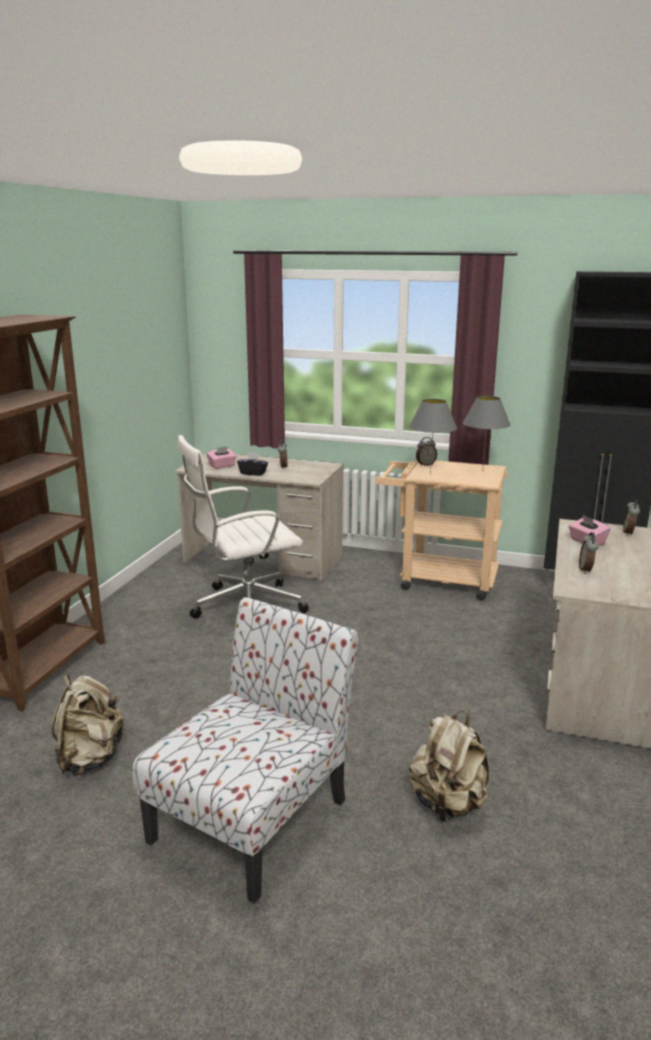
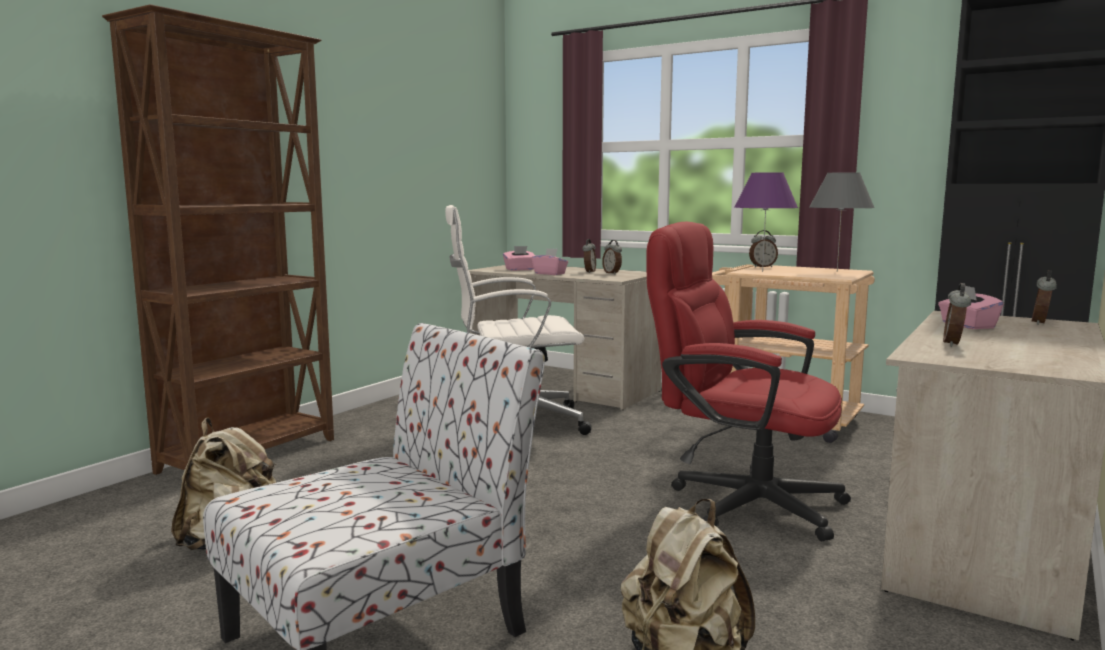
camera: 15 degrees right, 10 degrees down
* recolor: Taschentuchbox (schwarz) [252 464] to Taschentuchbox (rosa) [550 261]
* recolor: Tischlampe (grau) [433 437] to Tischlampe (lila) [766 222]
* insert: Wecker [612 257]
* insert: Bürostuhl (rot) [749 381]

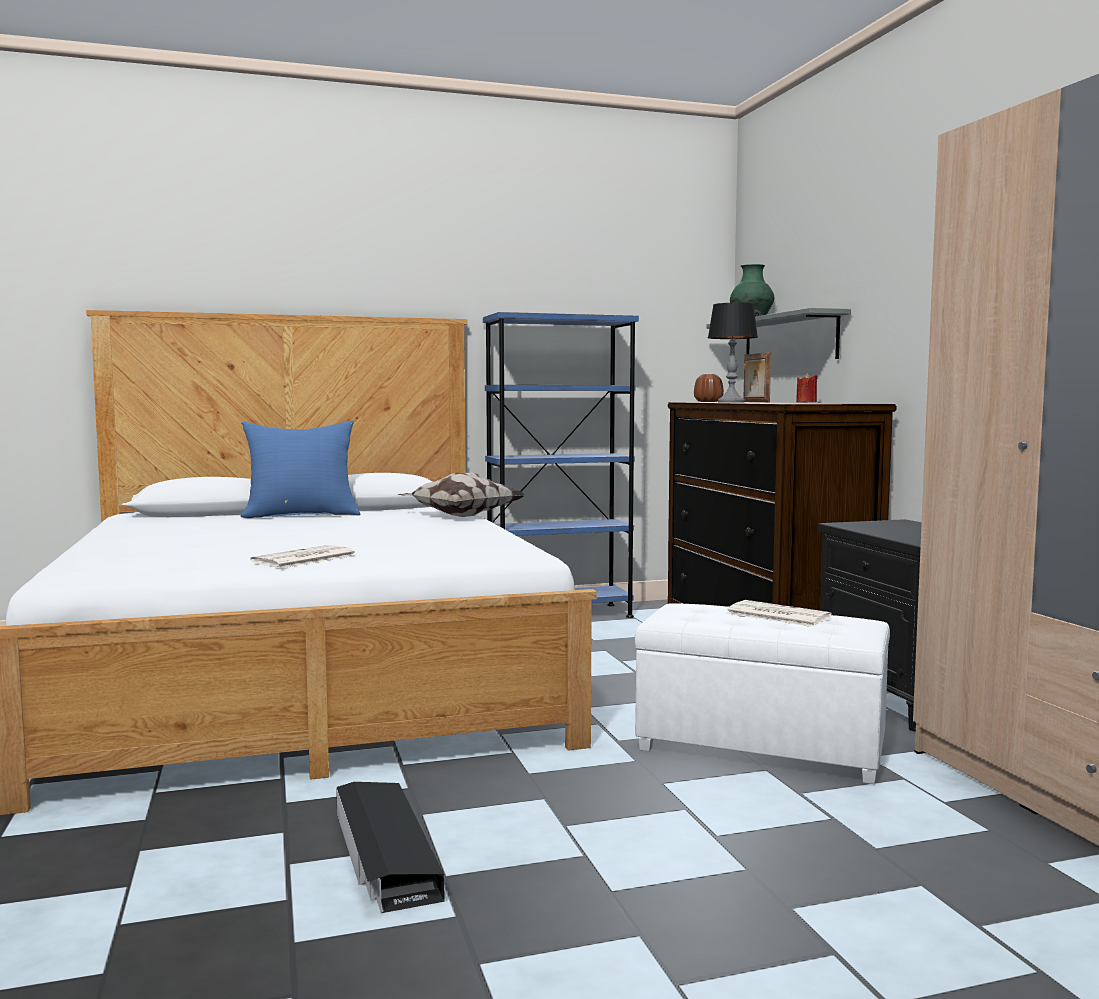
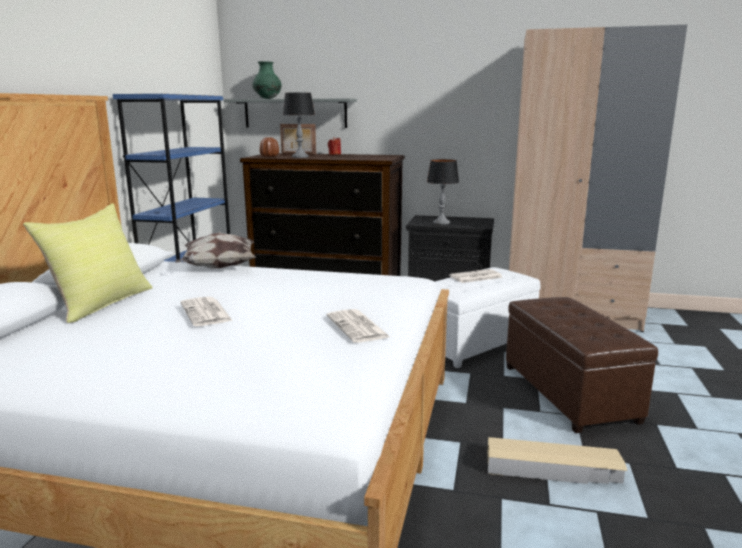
camera: 60 degrees left, 10 degrees up
* recolor: Kissen (blau) [300 469] to Kissen (gelb) [88 263]
* recolor: Aufbewahrungsbox (schwarz) [390 847] to Aufbewahrungsbox (beige) [557 460]
* insert: Zeitung [206 311]
* insert: Tischlampe [443 192]
* insert: Polsterhocker (braun) [582 365]

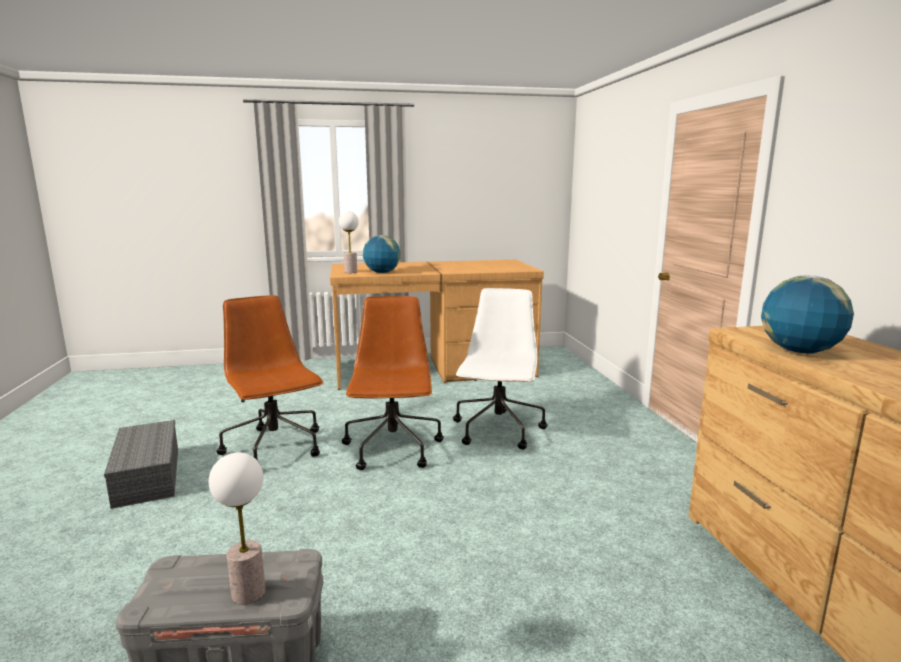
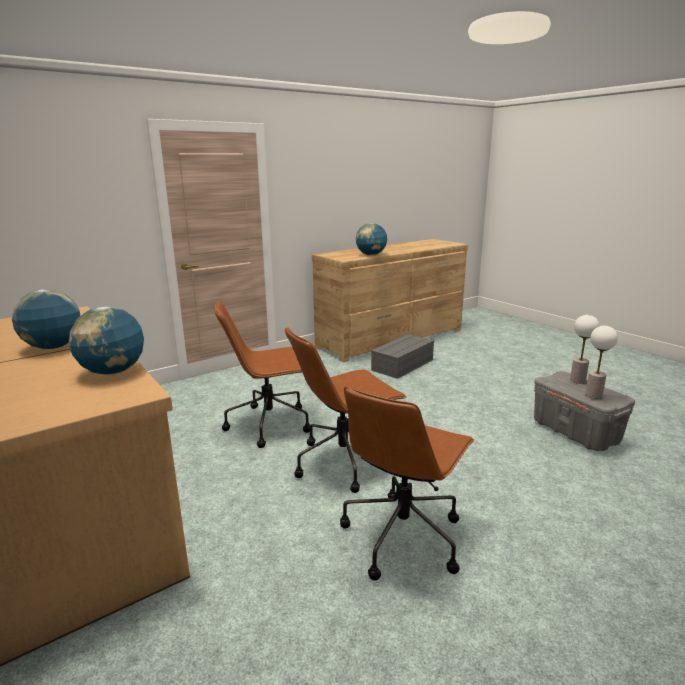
camera: 115 degrees left, 5 degrees up
* move: Aufbewahrungsbox (grau) [141 464] to [402 356]
* move: Tischlampe [349 242] to [601 362]
* recolor: Bürostuhl (weiß) [500 369] to Bürostuhl (braun) [262 374]
* insert: Globus [46 319]

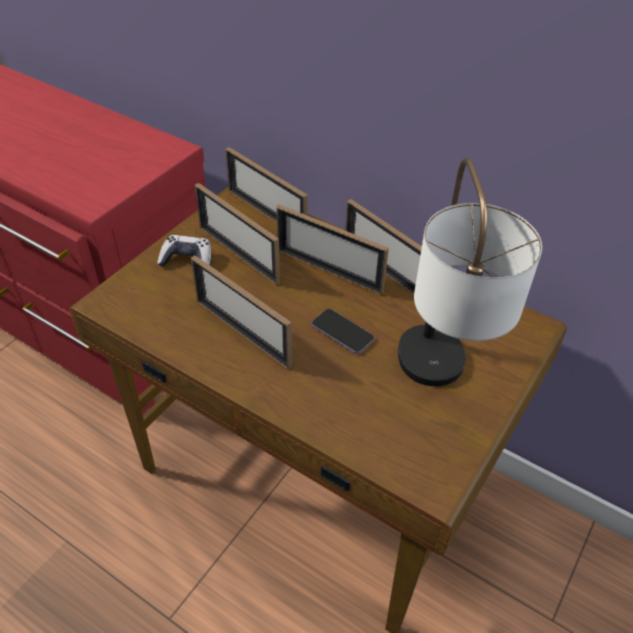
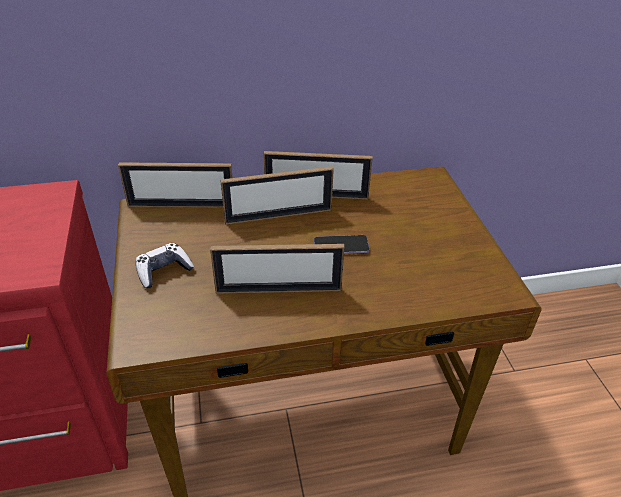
camera: 45 degrees left, 5 degrees down
* delete: Bilderrahmen [237 234]
* delete: Tischlampe [470 272]

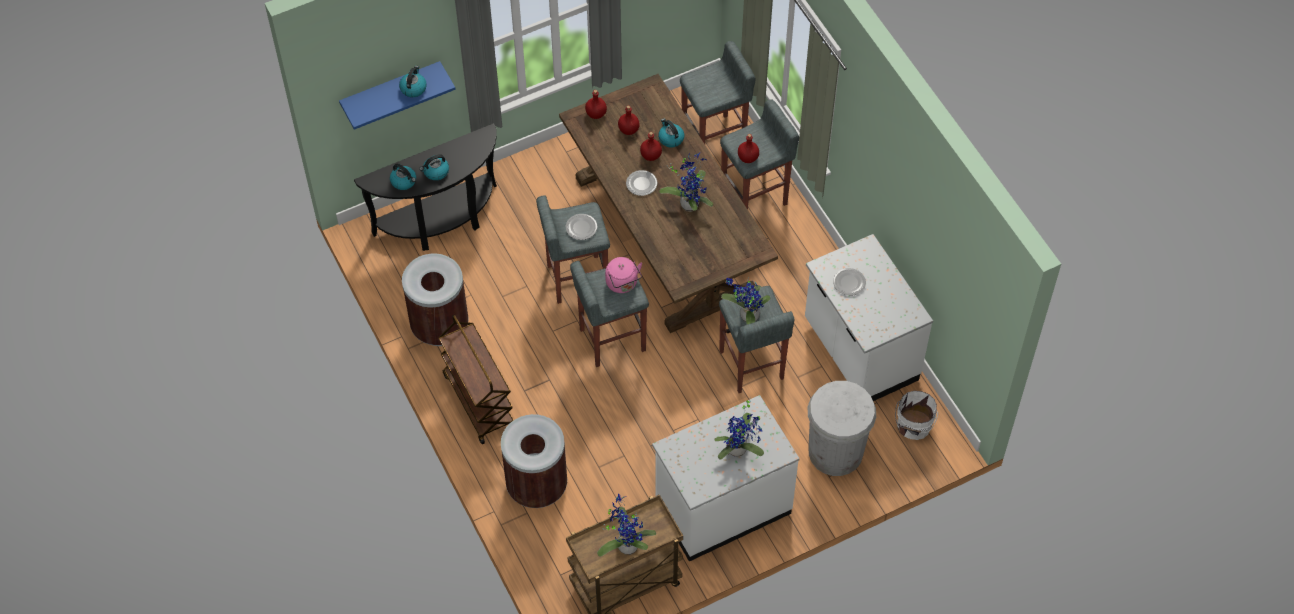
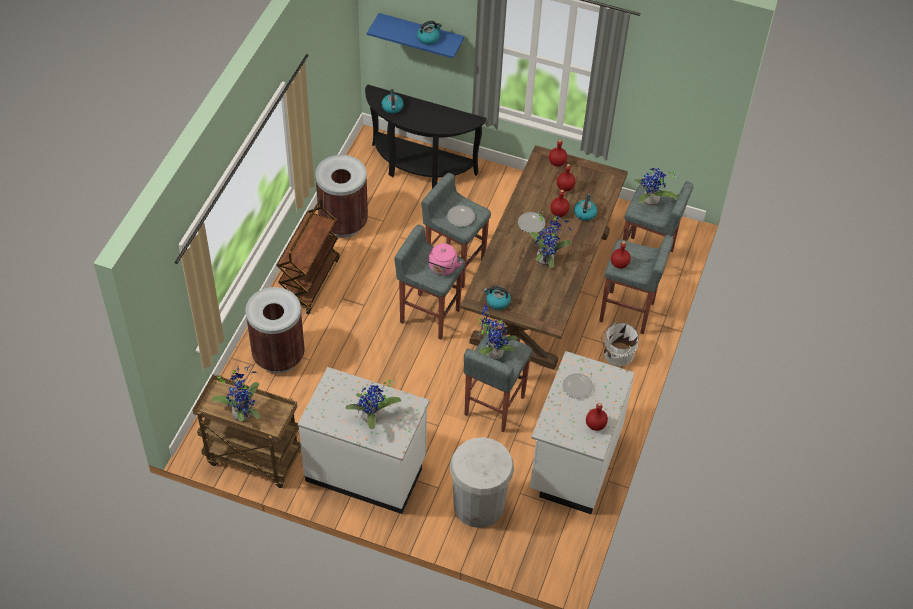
camera: 45 degrees right, 5 degrees down
* move: Wasserkessel [434 167] to [497 298]
* move: Eimer (weiß) [916 415] to [620 345]
* insert: Flasche (rot) [597 417]
* insert: Topfpflanze [656 187]

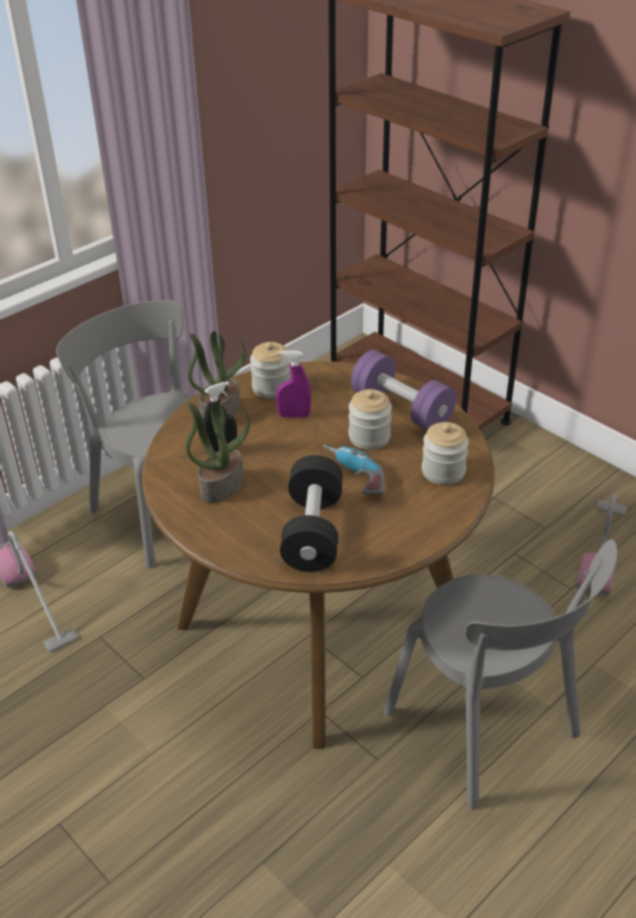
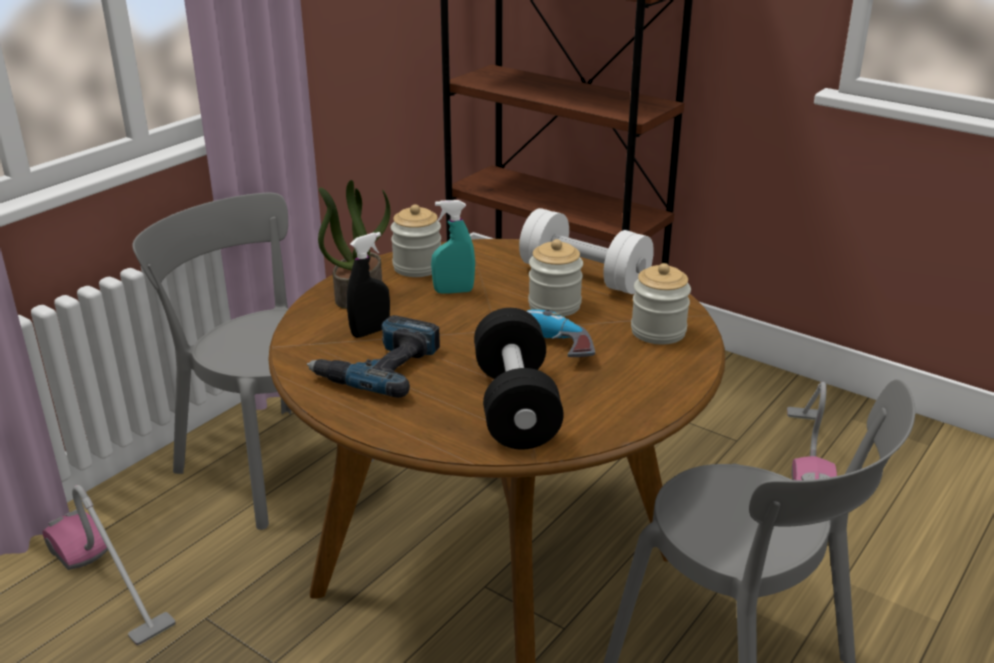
camera: 10 degrees left, 10 degrees down
* replace: Topfpflanze [217 452] to Bohrmaschine [373 356]
* recolor: Sprühflasche (lila) [293 384] to Sprühflasche (türkis) [453 247]
* recolor: Hantel (lila) [404 390] to Hantel (weiß) [586 251]

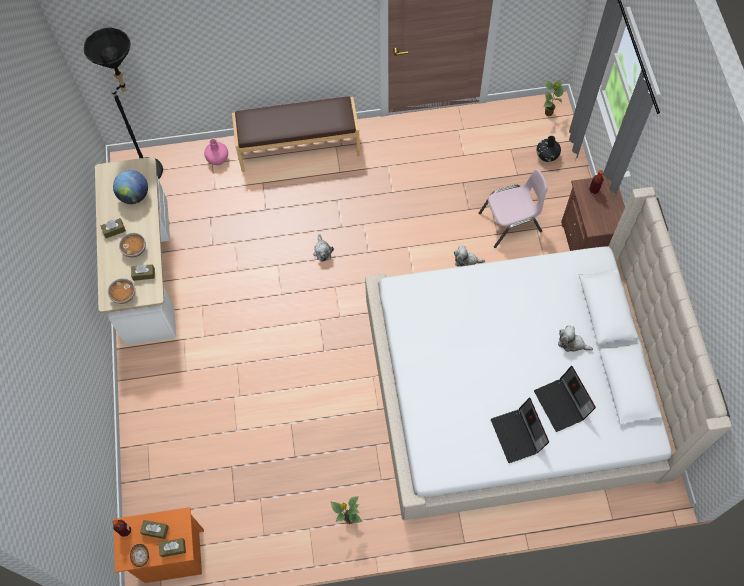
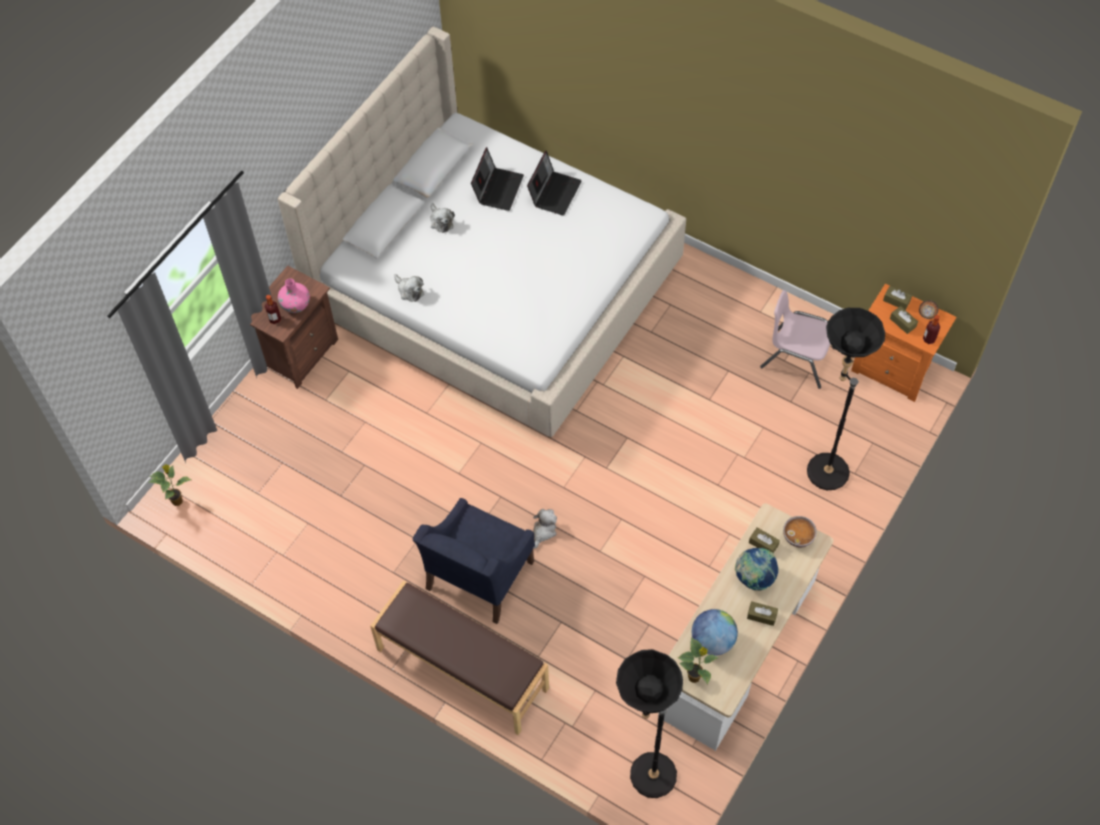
camera: 140 degrees left, 5 degrees down
* replace: Schüssel [132 245] to Globus [757 569]
* move: Vase (rosa) [216 152] to [294 295]
* move: Topfpflanze [346 510] to [698 661]
* move: Plüschtier [469 256] to [409 288]
* move: Stuhl (rosa) [513 208] to [797 339]
* delete: Vase (schwarz) [549 149]
* insert: Sessel (blau) [474 561]
* insert: Stehlampe (schwarz) [846 399]

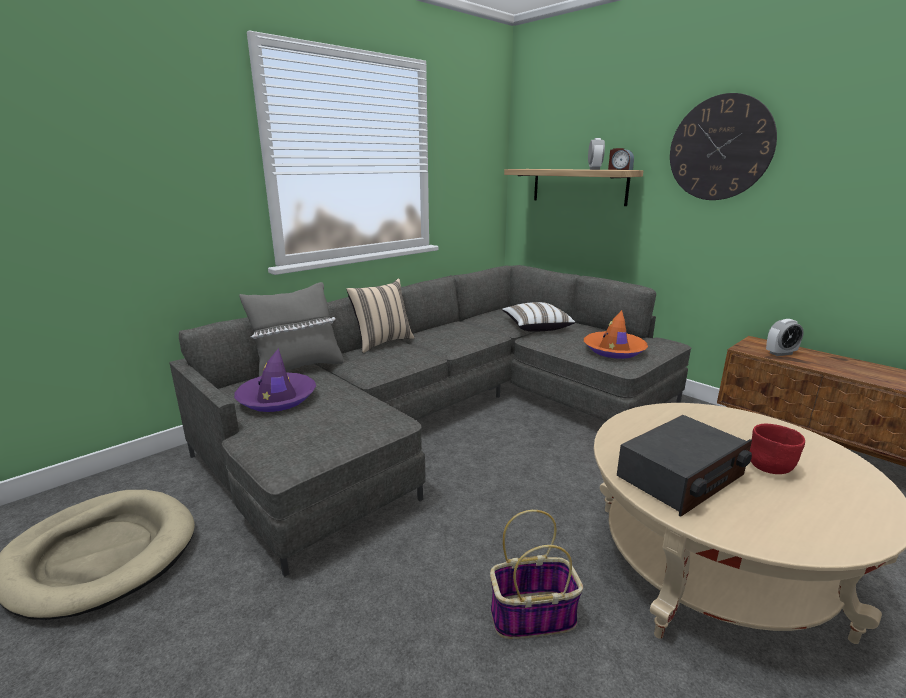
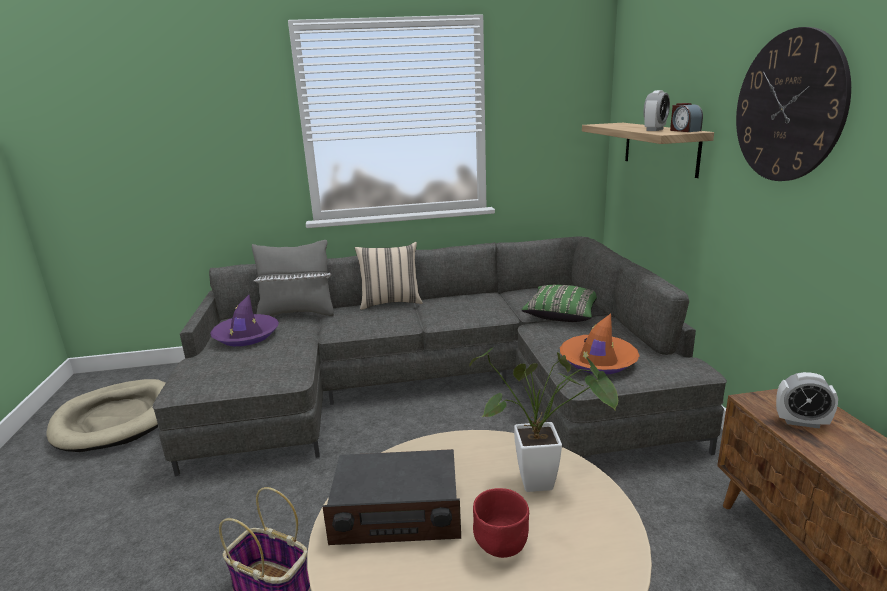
camera: 35 degrees right, 0 degrees up
* recolor: Kissen (weiß) [538 317] to Kissen (grün) [559 303]
* insert: Topfpflanze [543 420]

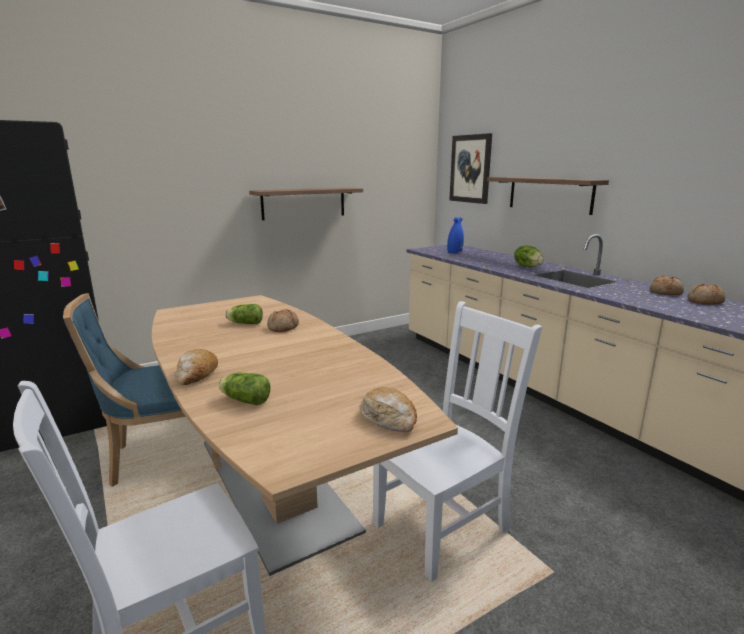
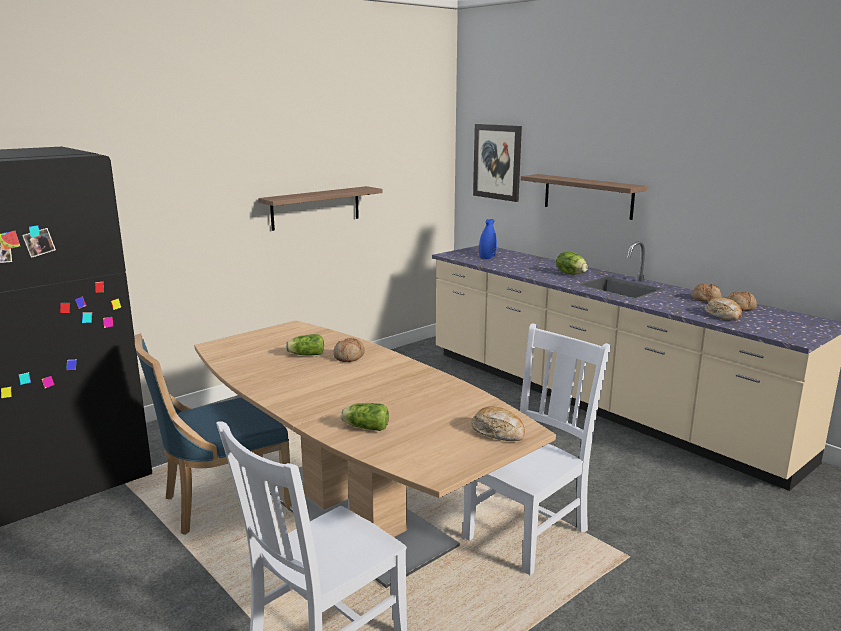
camera: 10 degrees left, 0 degrees up
* move: Brot [196 367] to [723 309]

